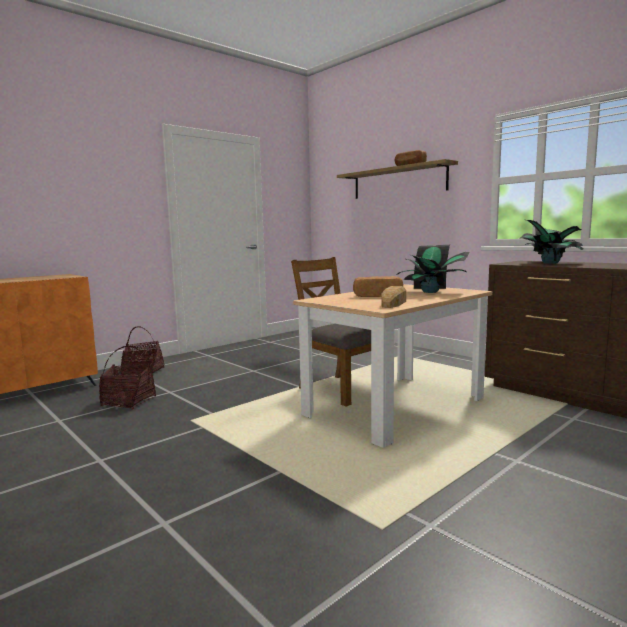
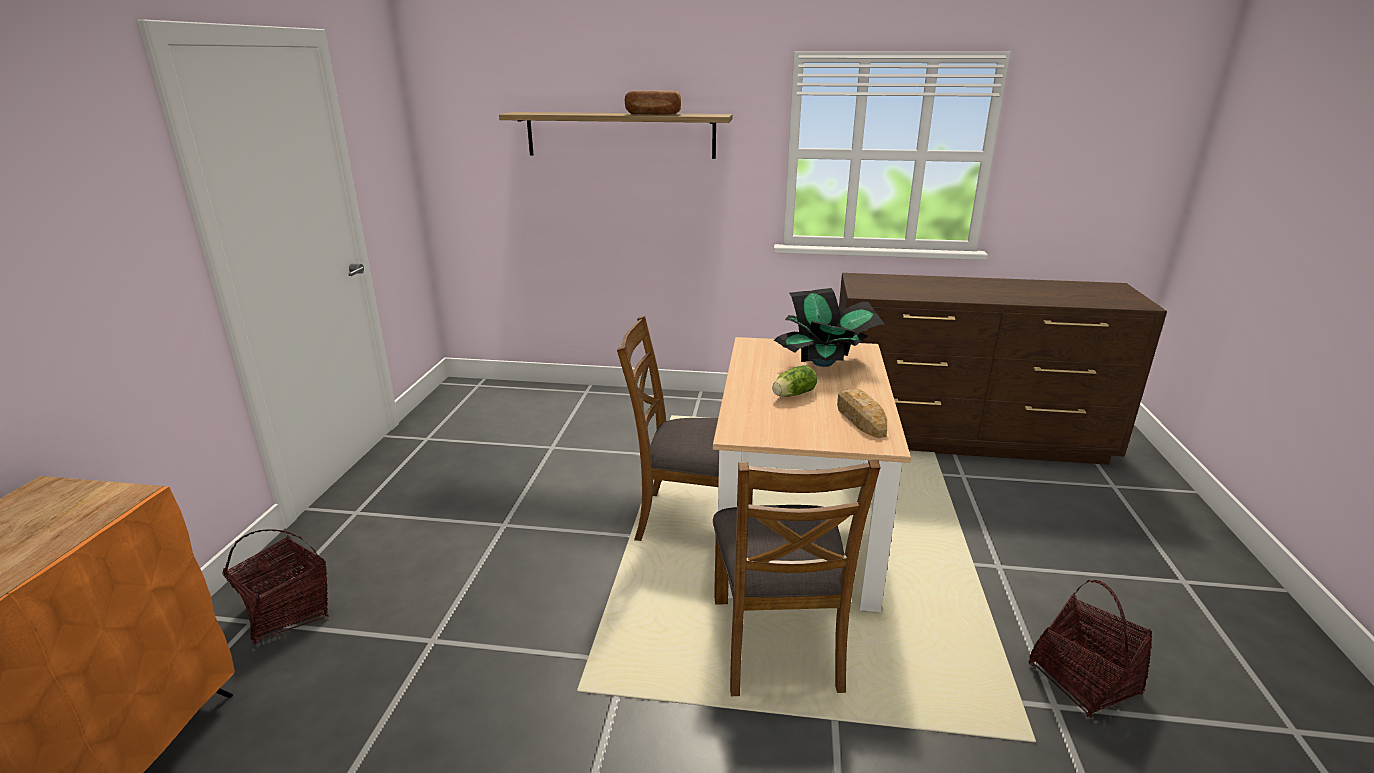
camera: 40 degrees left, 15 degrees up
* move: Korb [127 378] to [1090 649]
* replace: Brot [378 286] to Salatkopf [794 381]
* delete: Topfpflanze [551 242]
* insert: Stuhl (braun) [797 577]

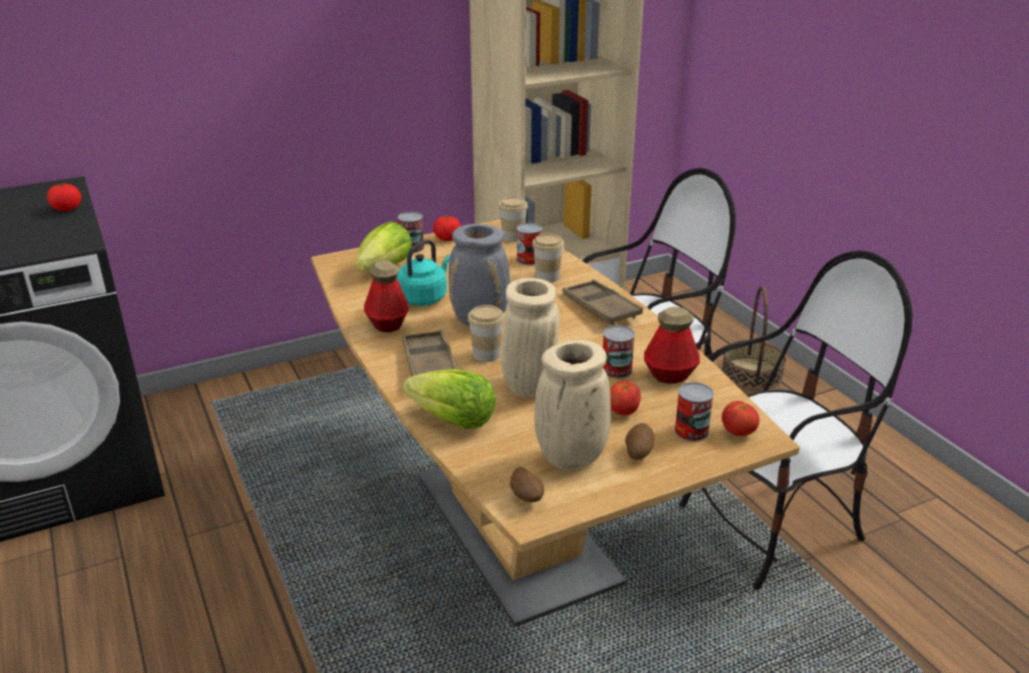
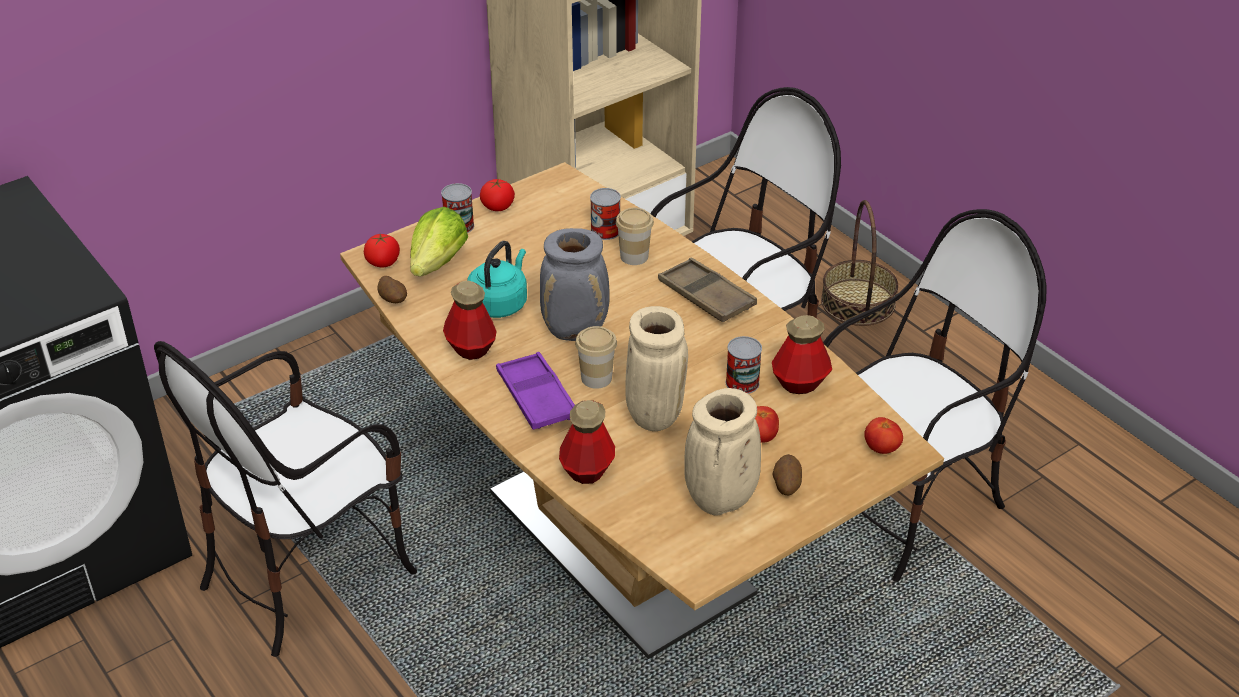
camera: 10 degrees left, 10 degrees up
* move: Tomate [64 197] to [382 250]
* recolor: Tablett (braun) [430 353] to Tablett (lila) [535 391]
* replace: Salatkopf [449 399] to Flasche [587 442]
* delete: Tasse [513 219]
* move: Kartoffel [527 484] to [392 289]
* delete: Dose [694 412]
* insert: Stuhl [285 499]

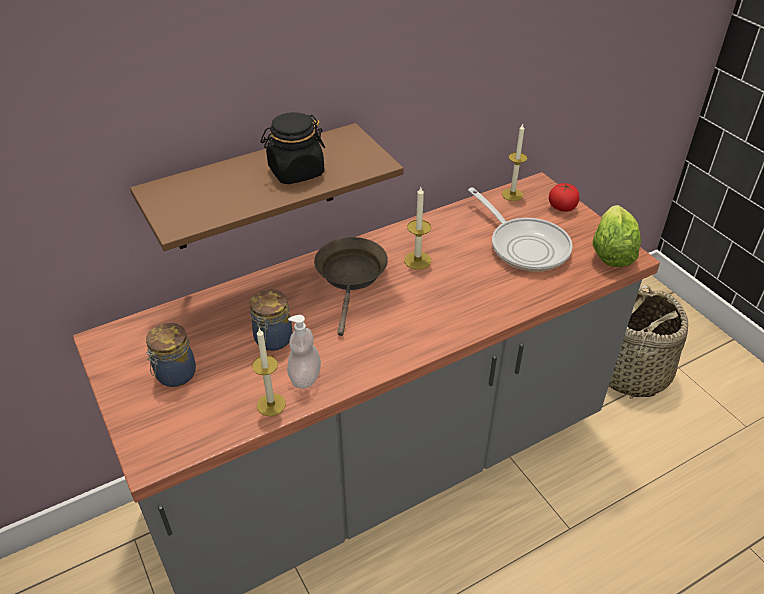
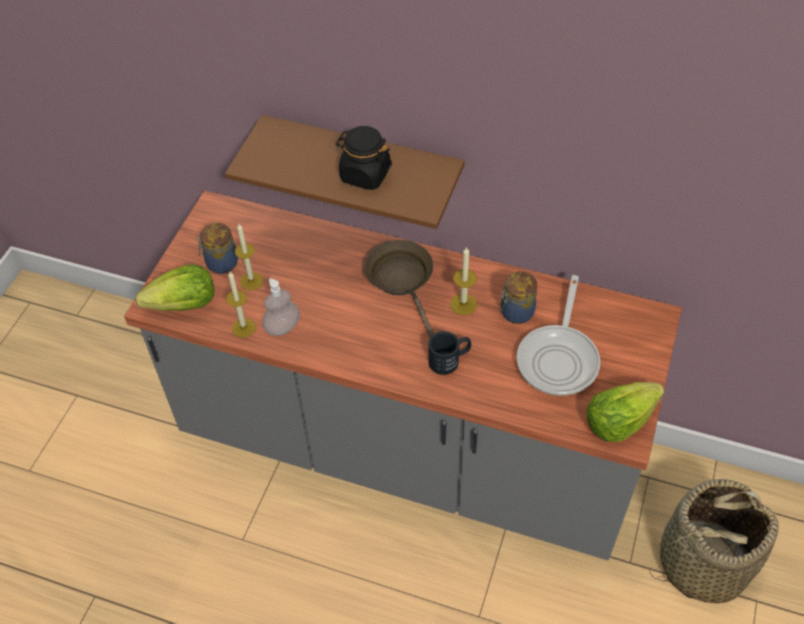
camera: 50 degrees right, 10 degrees up
* move: Vorratsglas [271 320] to [518 297]
* rotate: Pfanne (braun) [351 286] = [399 288] 75 degrees counterclockwise
* move: Kerze [514 162] to [249 257]
* delete: Tomate [564 197]
* insert: Salatkopf [175 287]
* insert: Henkelbecher (schwarz) [449 353]

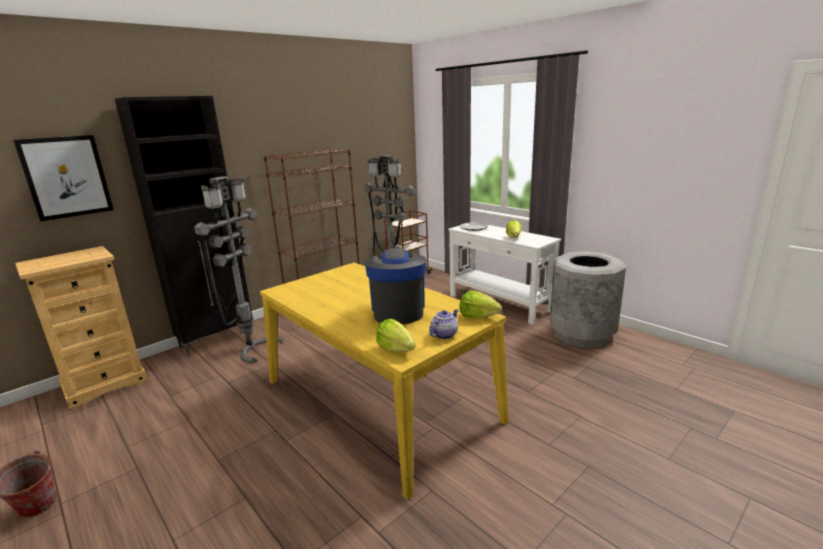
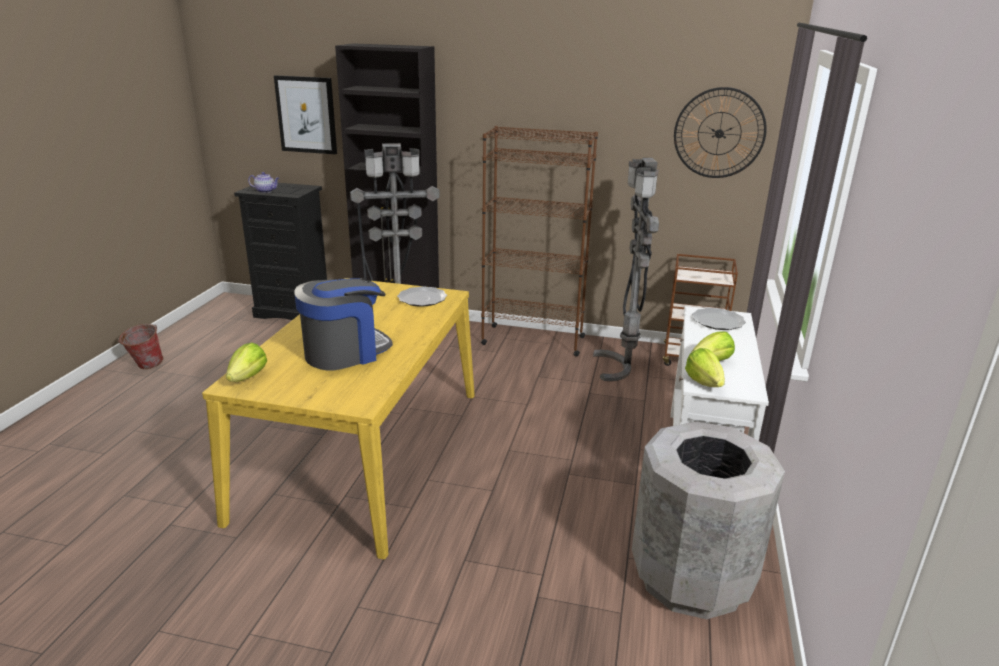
camera: 55 degrees right, 5 degrees up
* recolor: Kommode (beige) [81 328] to Kommode (schwarz) [280 251]
* move: Teekanne [443 324] to [263 182]
* move: Salatkopf [480 305] to [705 367]
* insert: Teller [422 296]
* insert: Wanduhr [720 132]

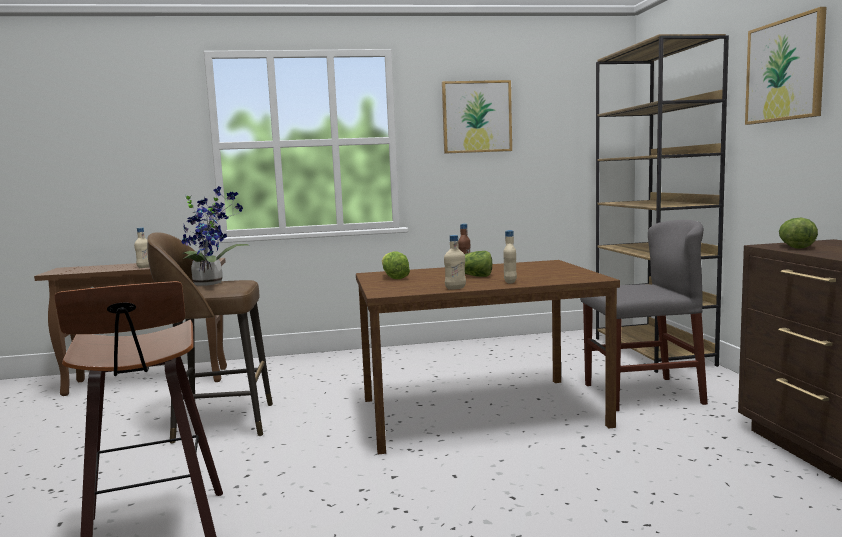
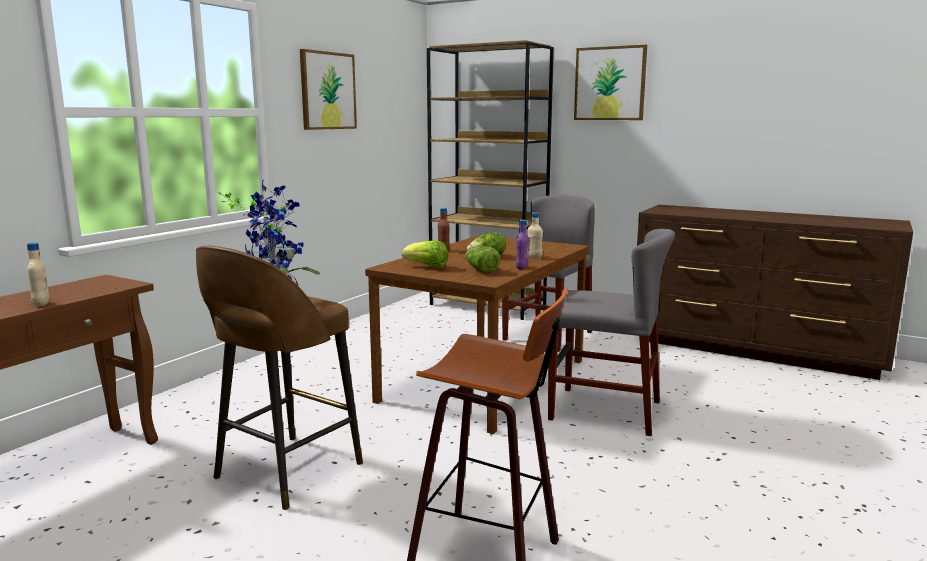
camera: 50 degrees left, 5 degrees up
* recolor: Flasche (beige) [455 262] to Flasche (lila) [522 245]
* move: Salatkopf [798 233] to [482 259]
* insert: Stuhl (grau) [611 332]

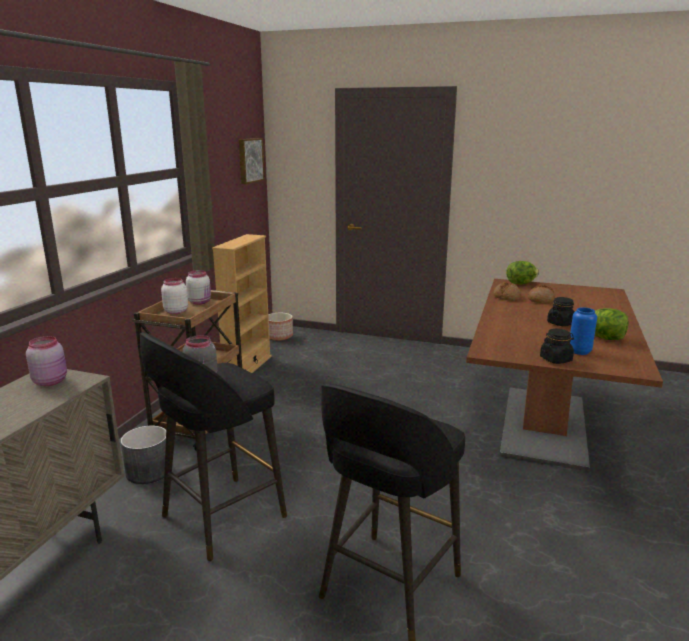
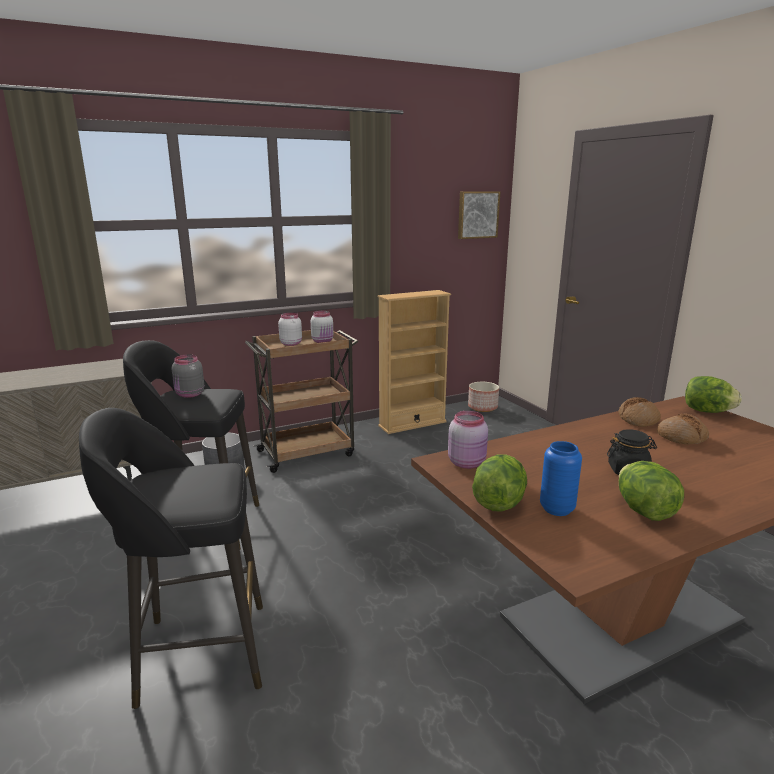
camera: 45 degrees right, 0 degrees up
* move: Vorratsglas (rosa) [46 361] to [468 440]
* replace: Vorratsglas (schwarz) [557 346] to Salatkopf [499 483]

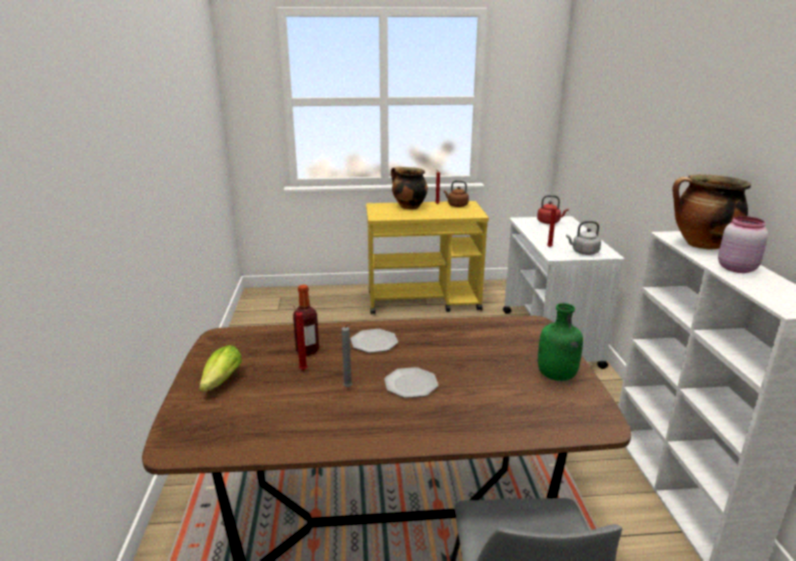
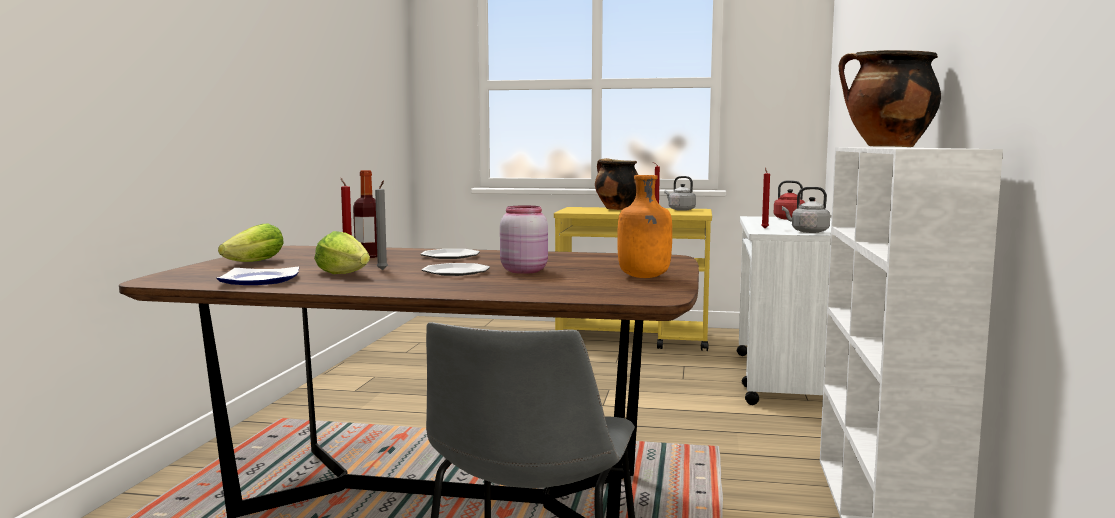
camera: 15 degrees right, 15 degrees down
* recolor: Wasserkessel (braun) [456 193] to Wasserkessel (grau) [680 193]
* recolor: Flasche (grün) [560 342] to Flasche (orange) [644 226]
* move: Vorratsglas (rosa) [743 244] to [524 240]
* insert: Teller [258 276]
* insert: Salatkopf [342 252]

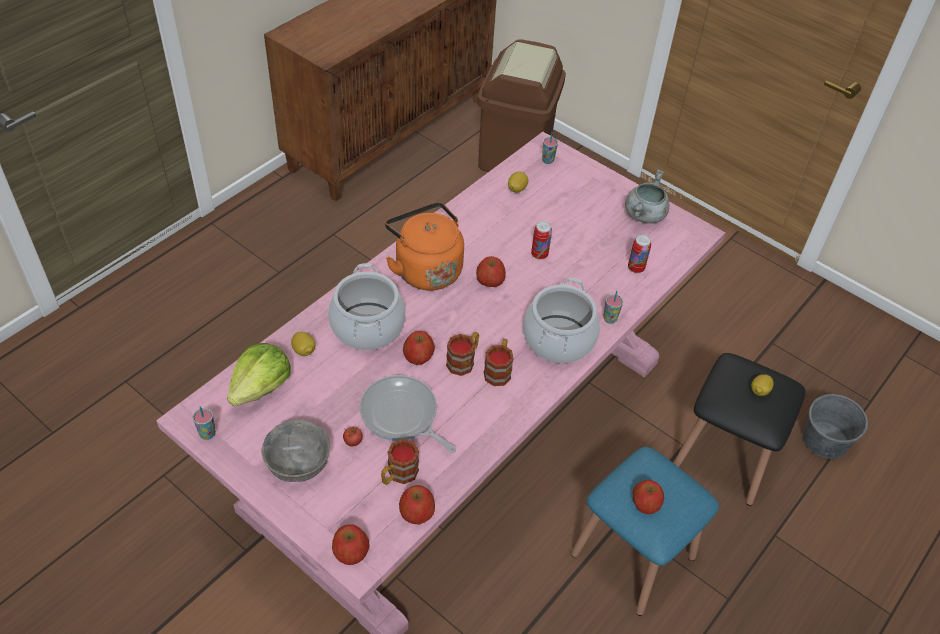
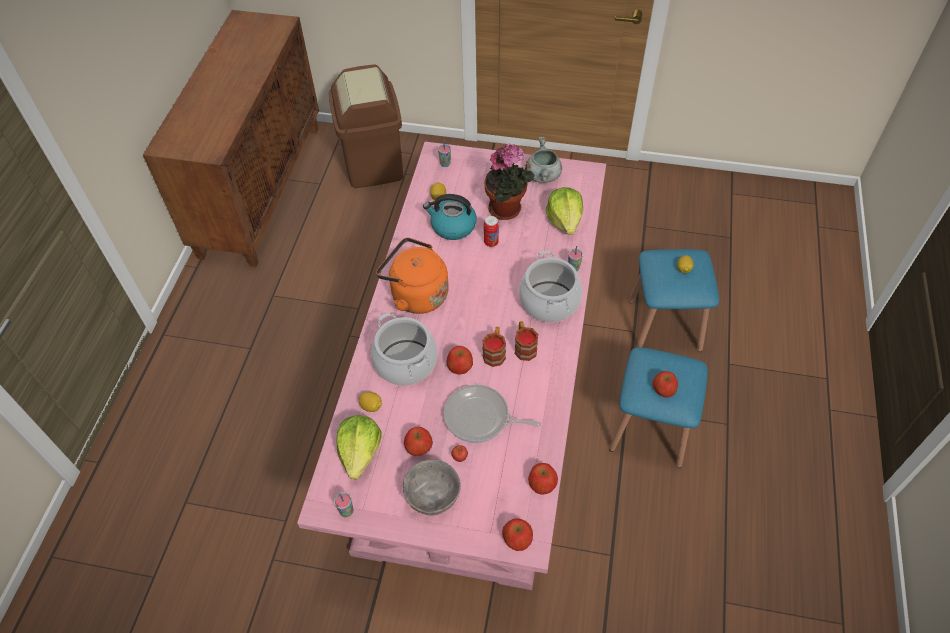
camera: 25 degrees left, 5 degrees up
* delete: Henkelbecher [400 462]
* move: Apfel [491 271] to [418 441]
* replace: Dose [639 254] to Salatkopf [564 210]
* recolor: Hocker (schwarz) [739 429] to Hocker (blau) [674 300]
* delete: Eimer (grau) [835 426]
* insert: Wasserkessel [450 217]
* insert: Topfpflanze [509 181]

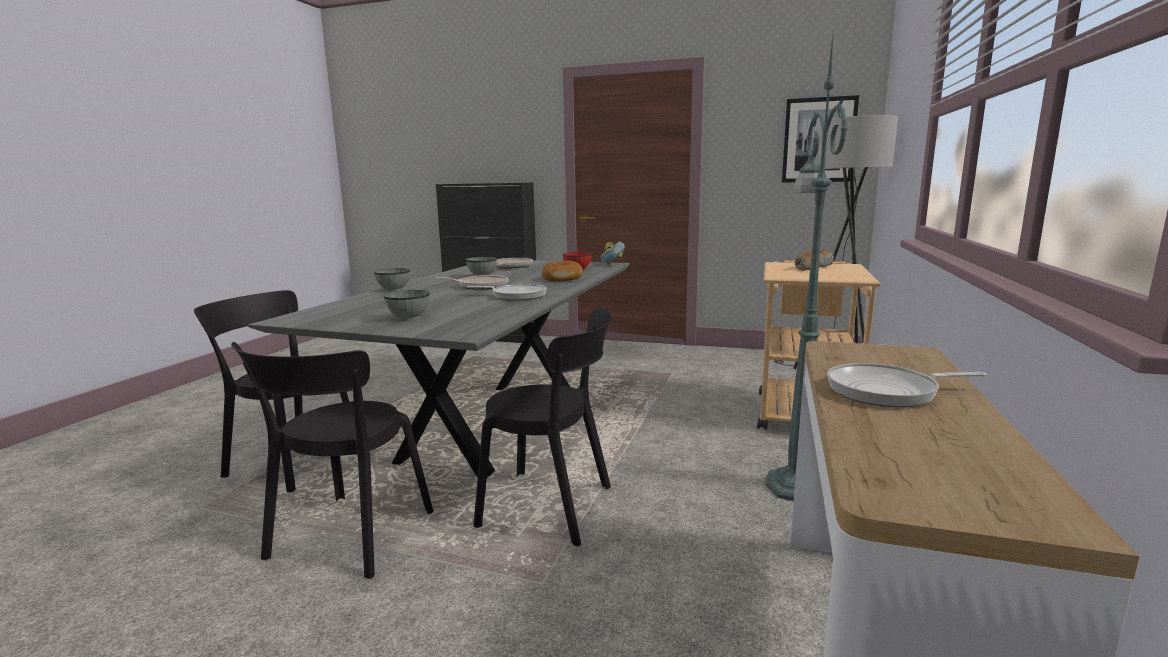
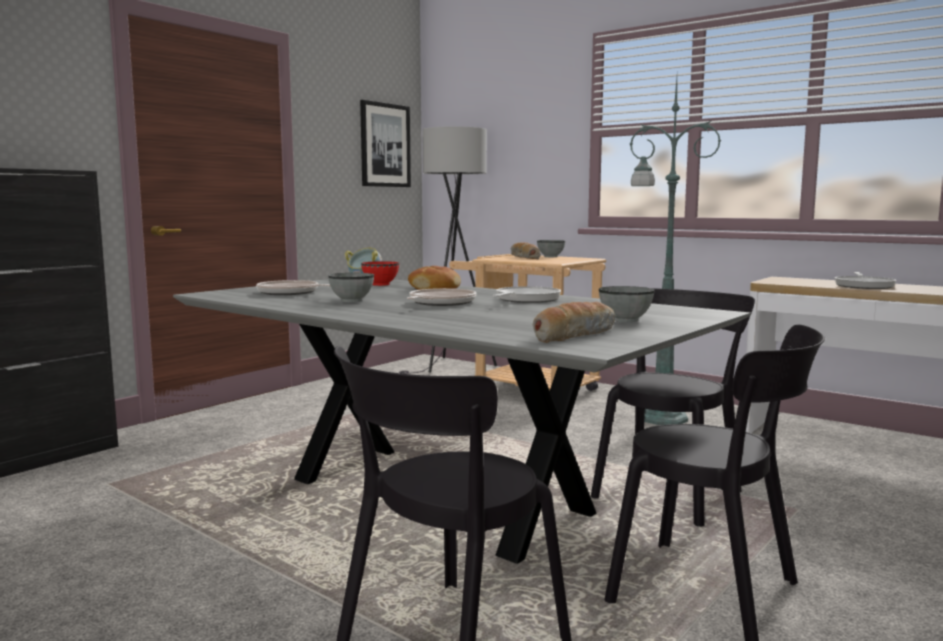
camera: 70 degrees left, 5 degrees down
* move: Schüssel (grau) [392 280] to [551 248]
* insert: Brot [574 322]

